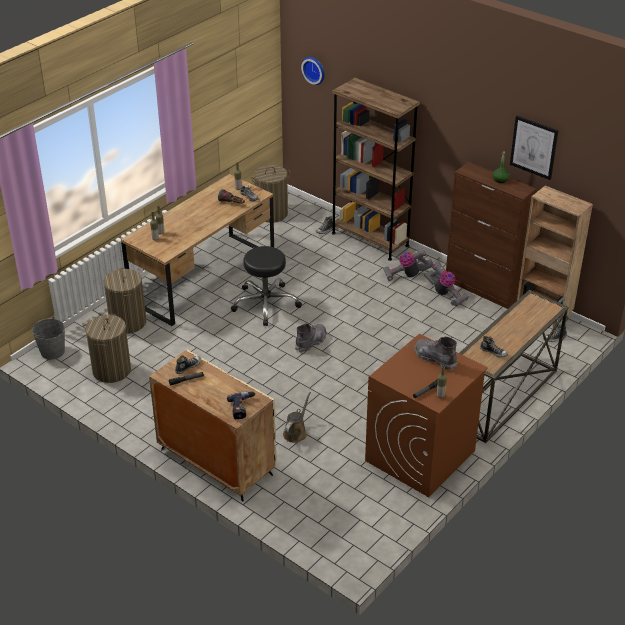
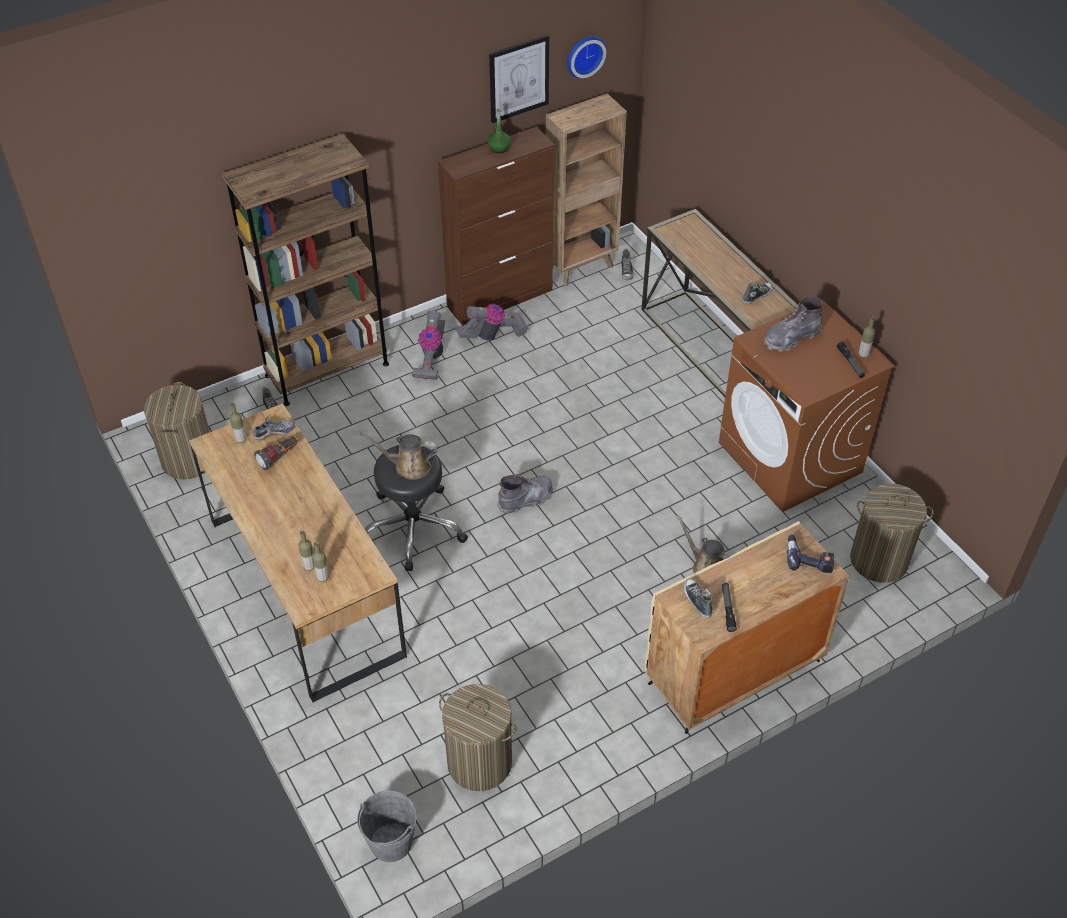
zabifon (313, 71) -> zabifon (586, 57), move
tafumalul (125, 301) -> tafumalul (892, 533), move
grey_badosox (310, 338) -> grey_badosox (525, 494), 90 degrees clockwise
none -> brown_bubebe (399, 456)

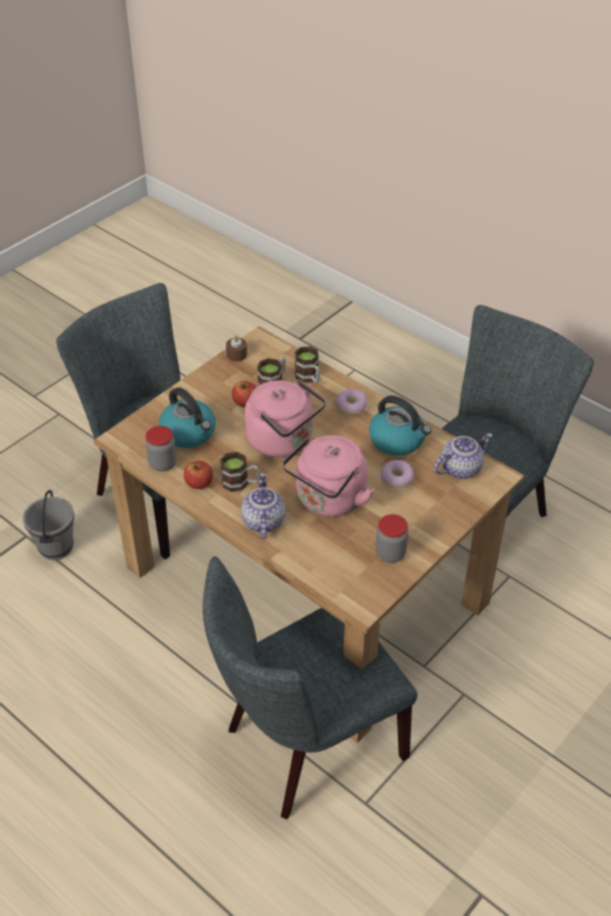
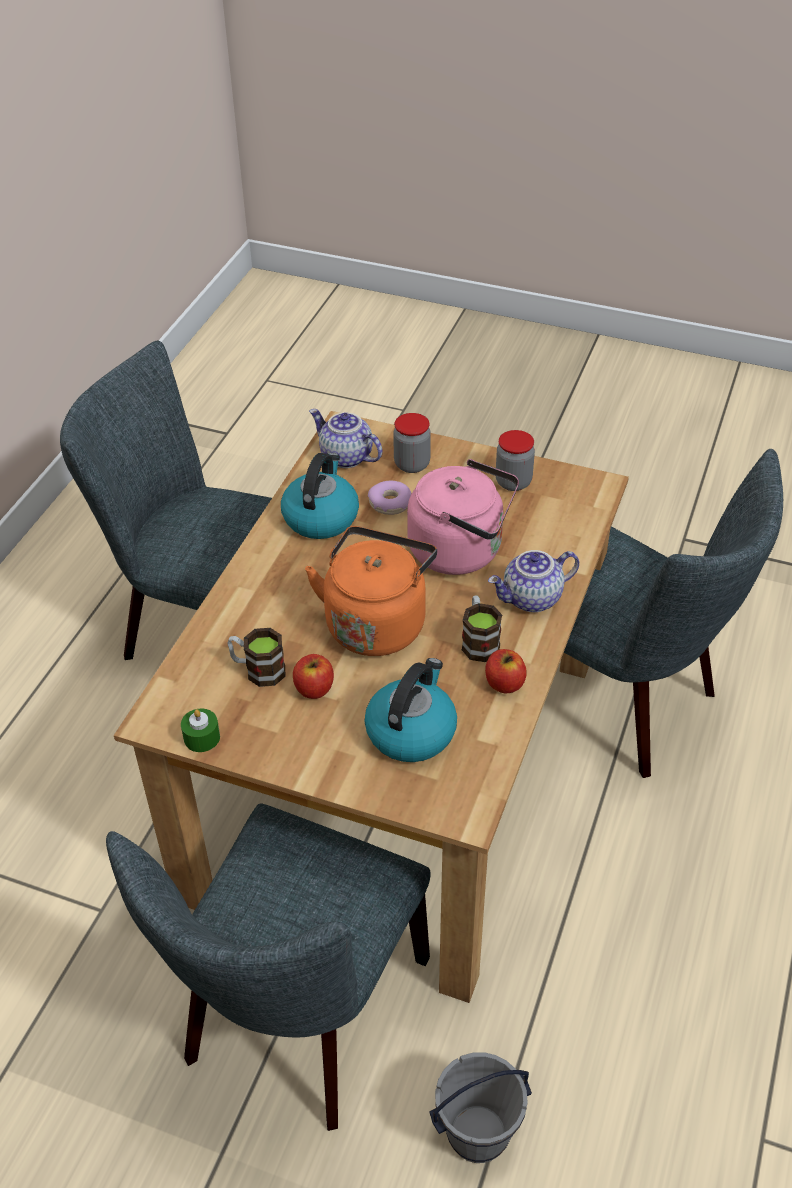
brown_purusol (236, 348) -> green_purusol (200, 730)
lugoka (307, 364) -> none
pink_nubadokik (285, 418) -> orange_nubadokik (371, 591)
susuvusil (351, 402) -> none
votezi (161, 448) -> votezi (412, 443), move

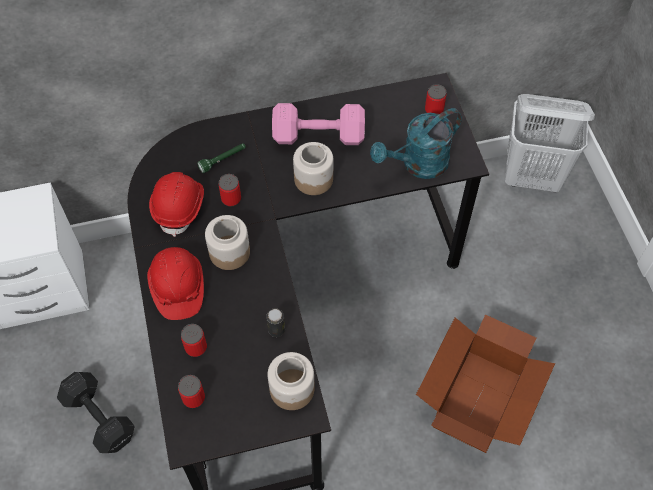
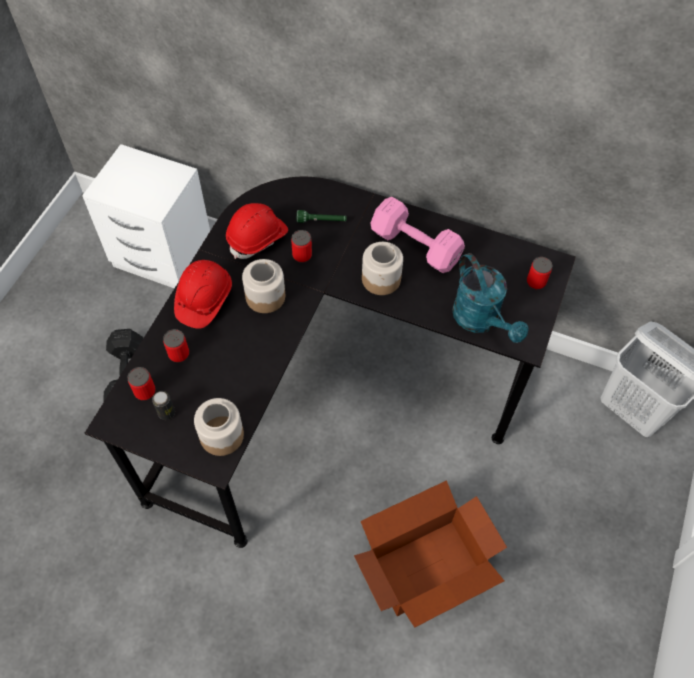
turquoise_bubebe (416, 143) -> turquoise_bubebe (490, 298), 120 degrees counterclockwise
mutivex (275, 322) -> mutivex (163, 405), move

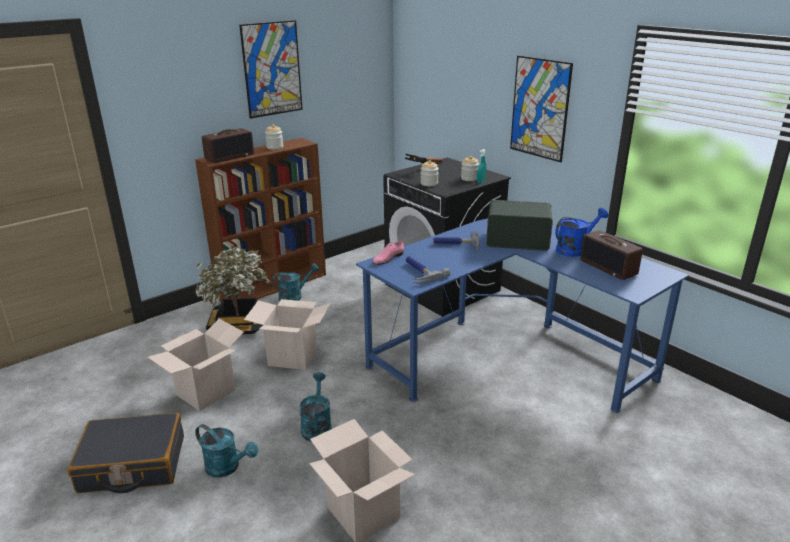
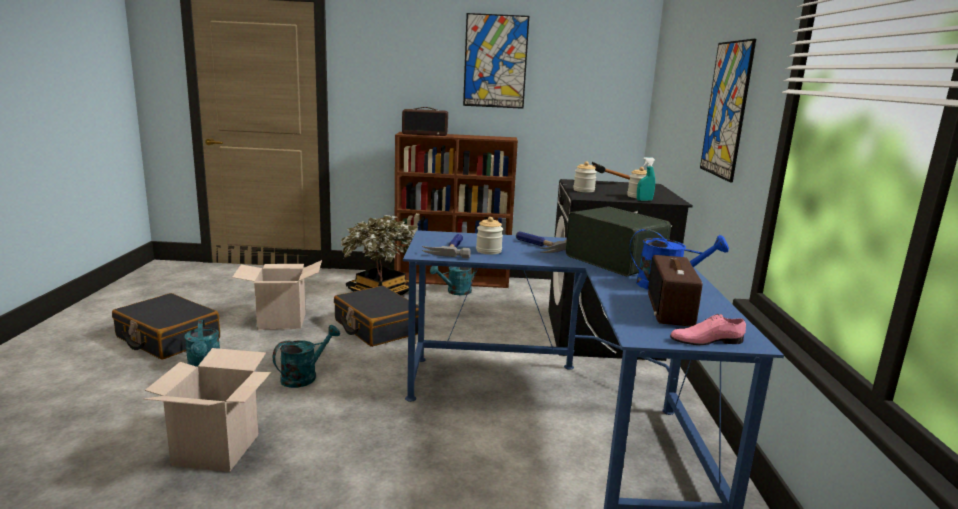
votezi (274, 137) -> votezi (489, 236), move
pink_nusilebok (388, 253) -> pink_nusilebok (708, 329), move
turquoise_bubebe (295, 282) -> turquoise_bubebe (453, 280), 135 degrees clockwise
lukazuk (287, 334) -> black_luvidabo (376, 316)

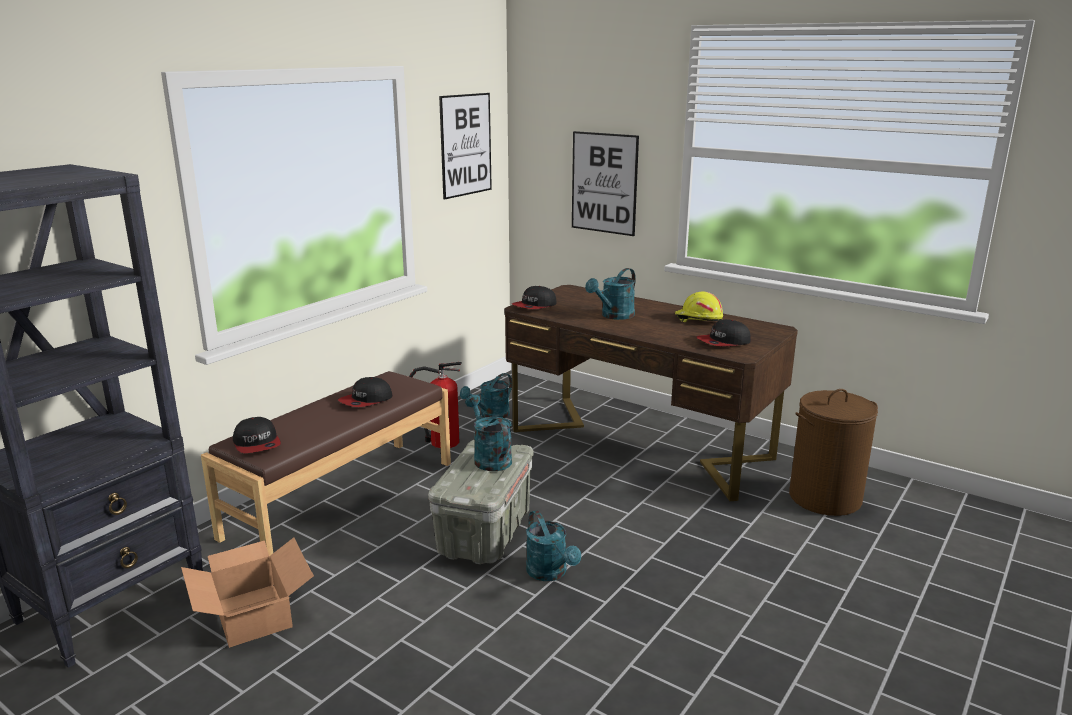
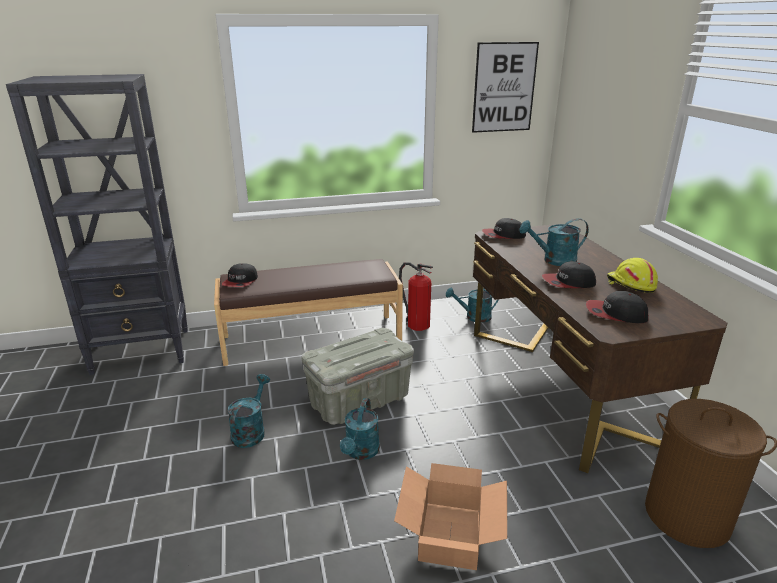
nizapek (605, 183) -> none
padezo (365, 392) -> padezo (569, 274), move
turquoise_bubebe (488, 433) -> turquoise_bubebe (249, 411), move
lukazuk (247, 593) -> lukazuk (450, 516), move

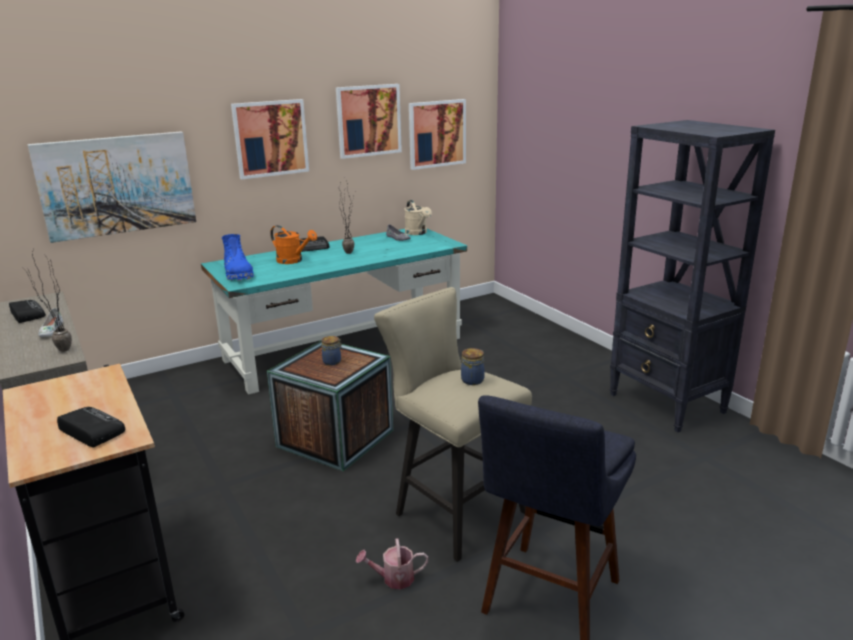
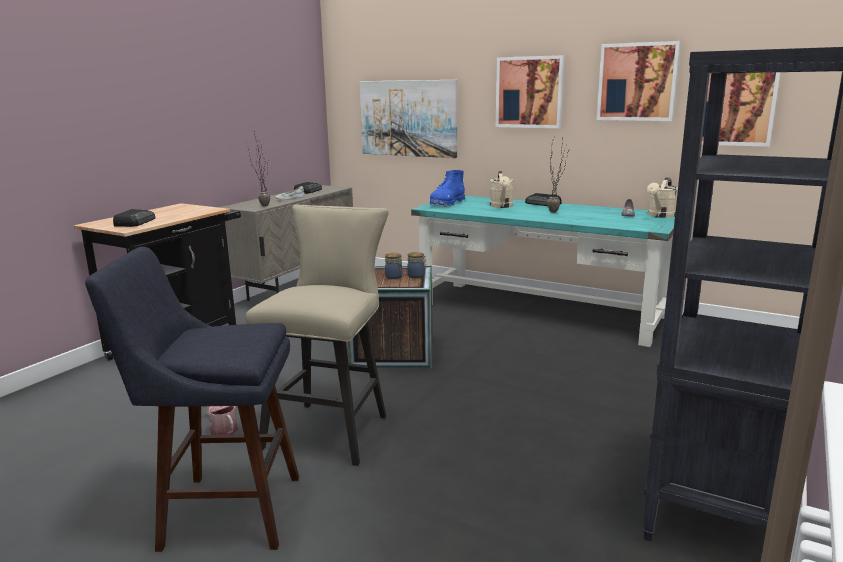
orange_bubebe (293, 244) -> beige_bubebe (501, 189)
votezi (473, 366) -> votezi (417, 265), move

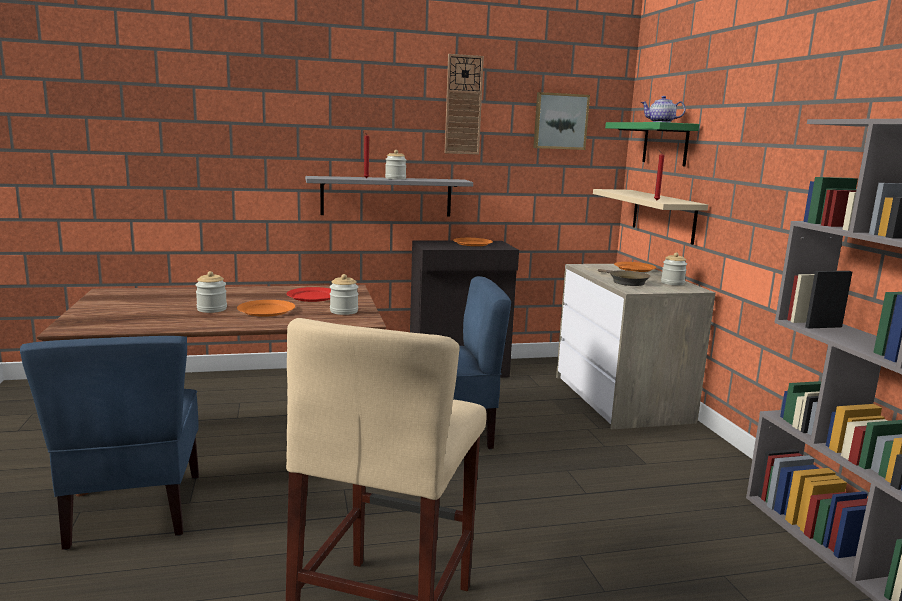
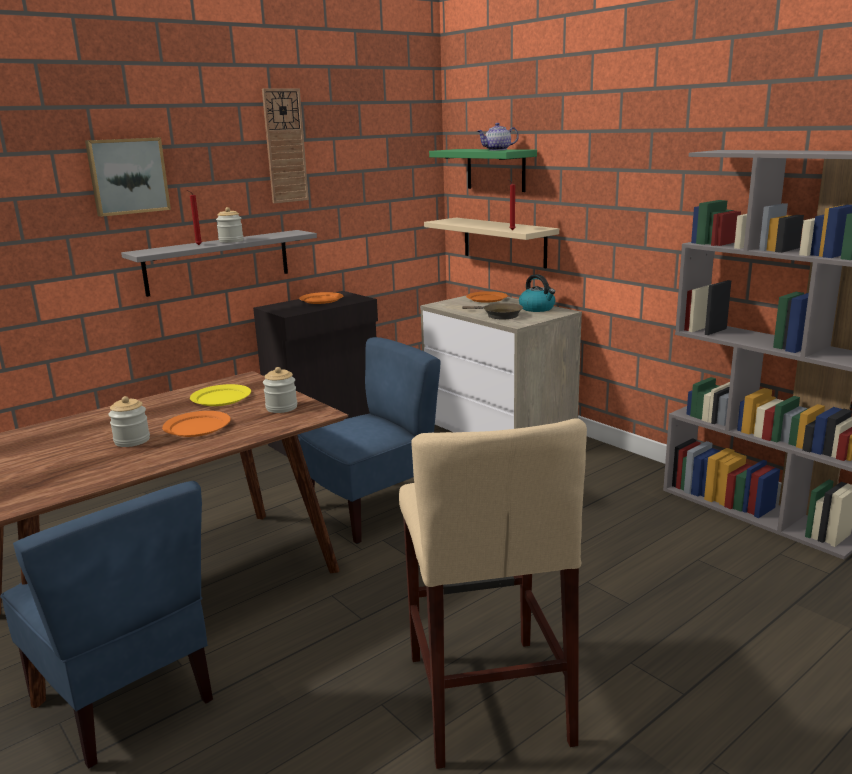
nizapek (561, 121) -> nizapek (128, 177), move
votezi (674, 269) -> nubadokik (537, 293)
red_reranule (309, 294) -> yellow_reranule (220, 395)

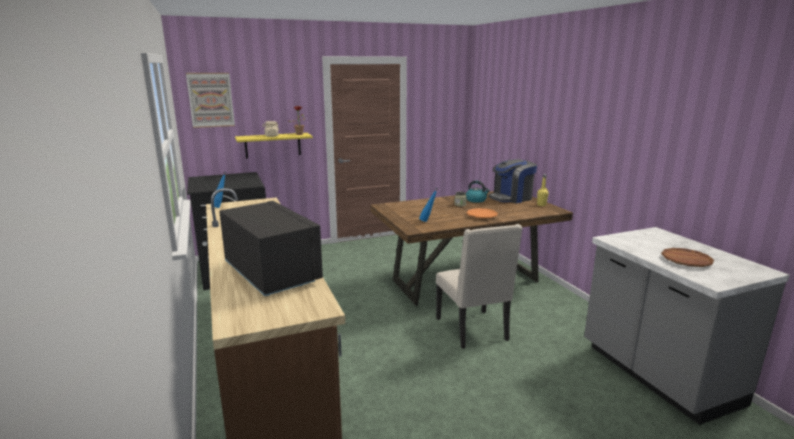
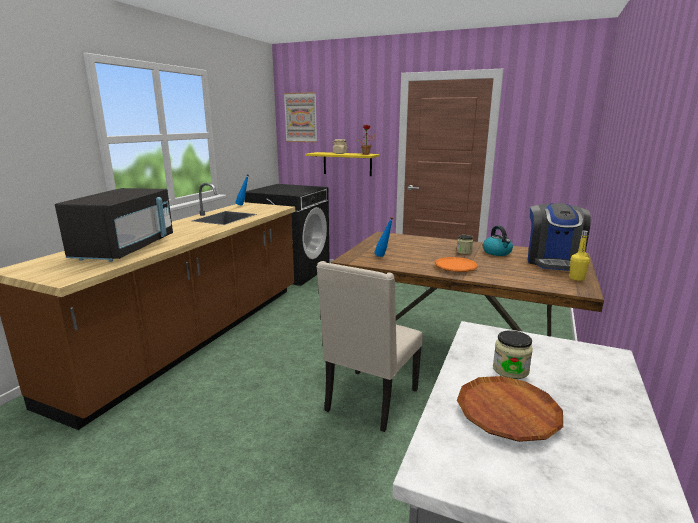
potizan (512, 181) -> potizan (559, 237), 90 degrees counterclockwise
none -> votezi (513, 354)

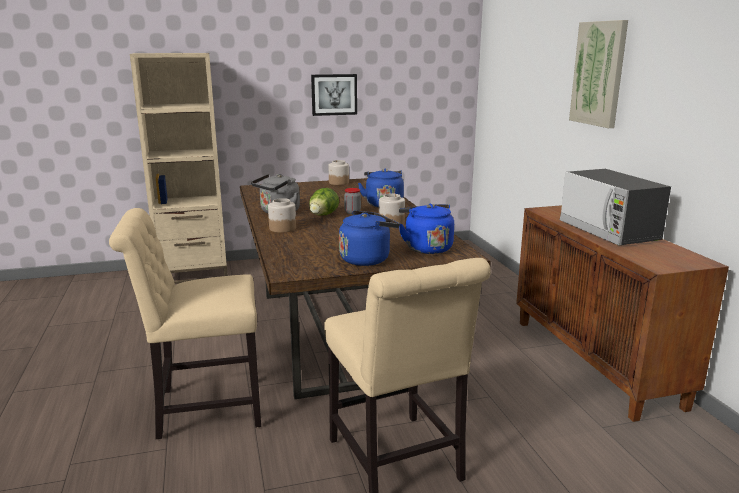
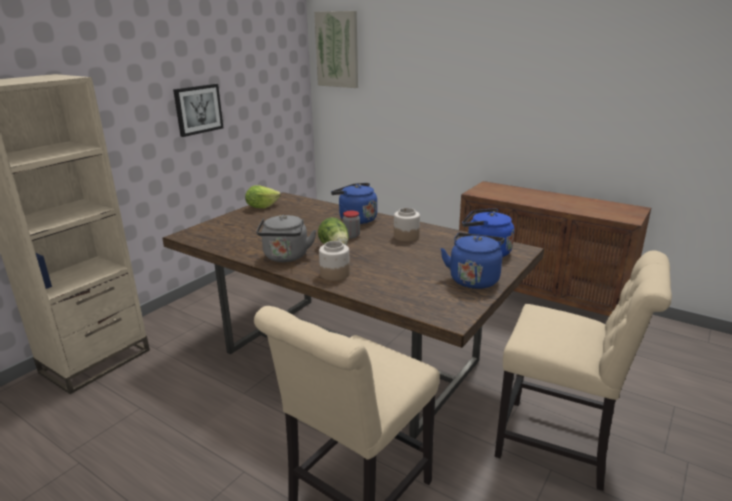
nizapek (598, 74) -> nizapek (336, 49), move
votezi (339, 172) -> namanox (263, 196)
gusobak (615, 207) -> none

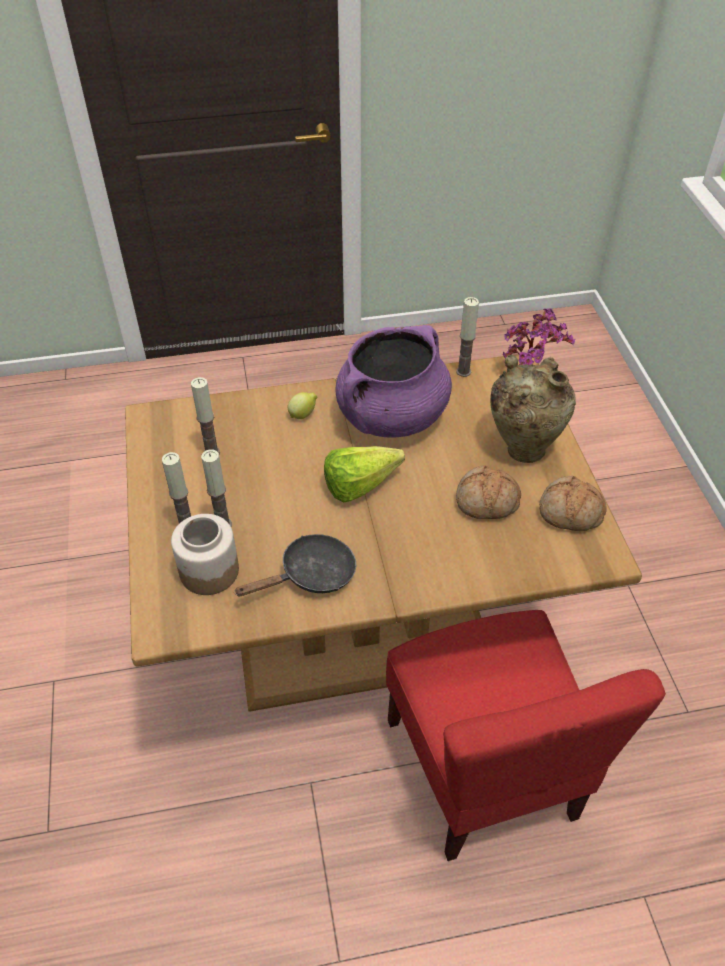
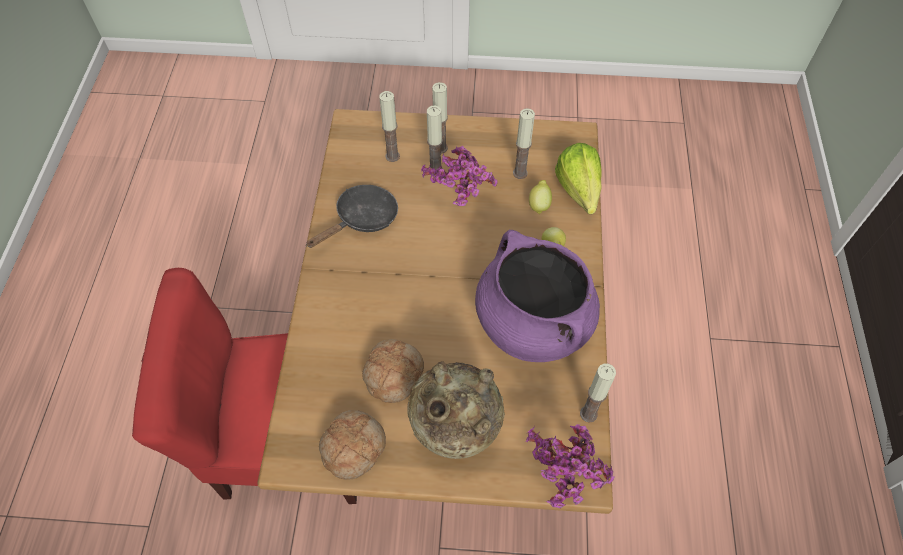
namanox (364, 474) -> namanox (578, 178), move
votezi (205, 554) -> purusol (389, 126)
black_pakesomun (295, 565) -> black_pakesomun (352, 216), 120 degrees counterclockwise
none -> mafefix (459, 176)
none -> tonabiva (540, 197)

